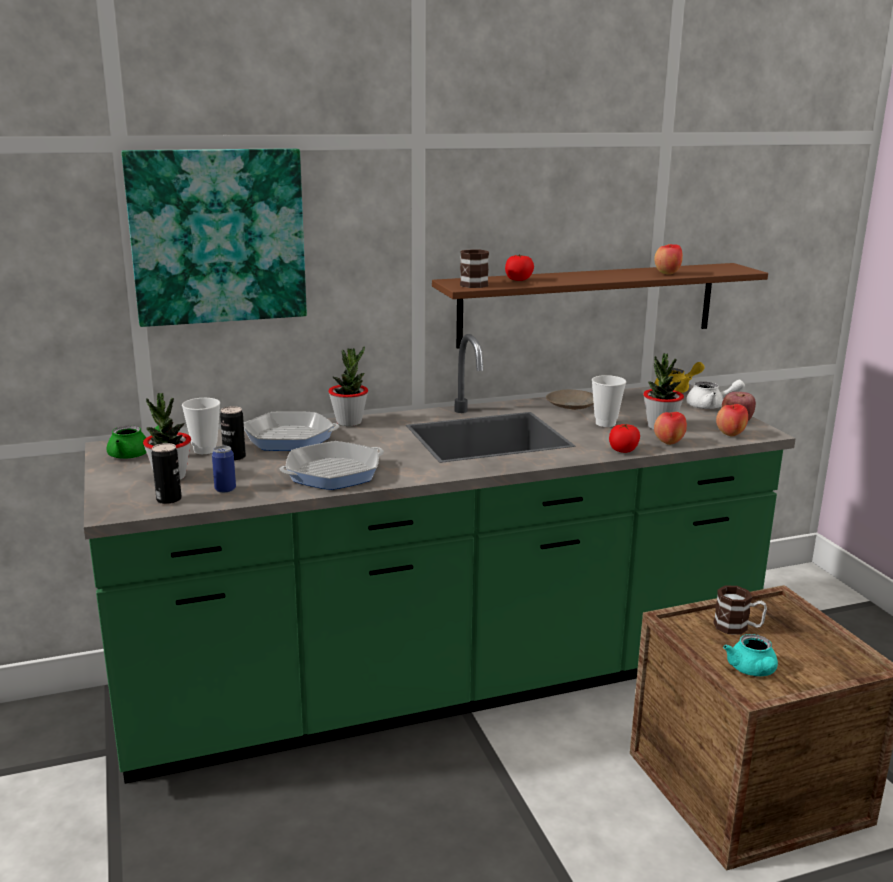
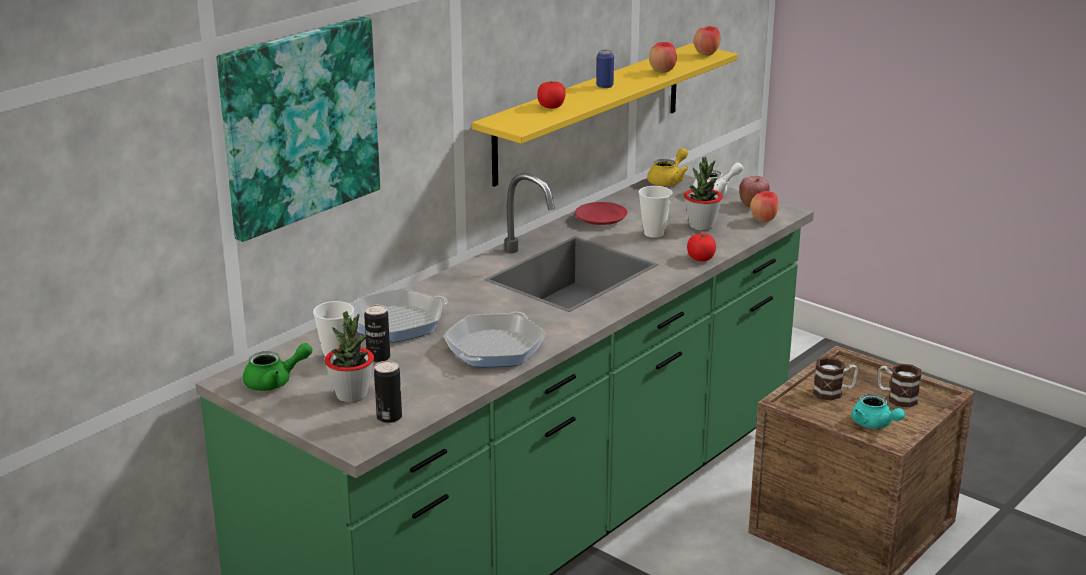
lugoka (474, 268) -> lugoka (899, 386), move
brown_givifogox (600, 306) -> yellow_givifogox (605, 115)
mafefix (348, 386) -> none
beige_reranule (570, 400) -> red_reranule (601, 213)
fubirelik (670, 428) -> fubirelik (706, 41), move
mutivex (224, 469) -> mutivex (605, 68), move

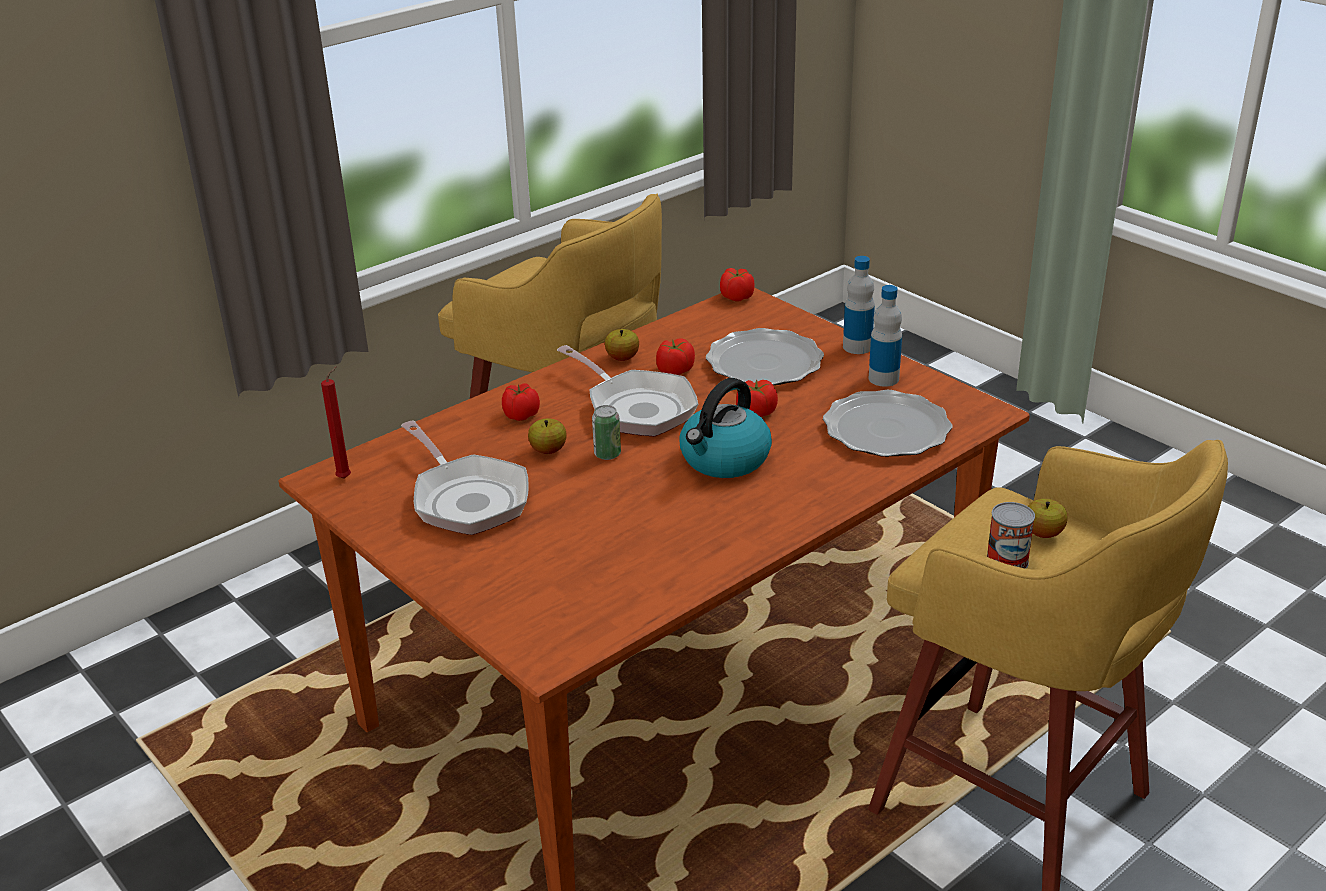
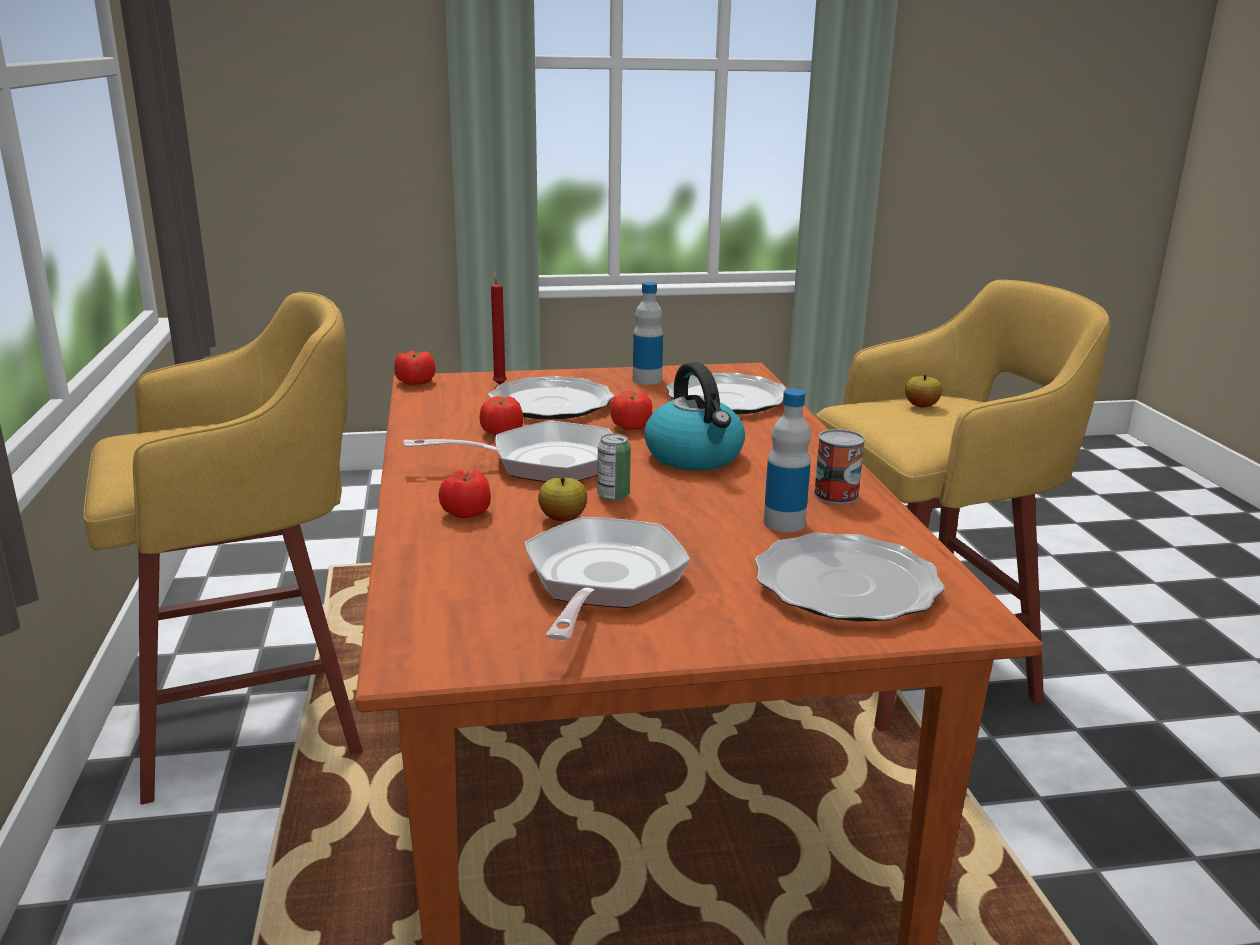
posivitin (859, 305) -> posivitin (787, 460), move
fubirelik (622, 345) -> none
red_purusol (336, 422) -> red_purusol (499, 328), move
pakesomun (465, 478) -> pakesomun (607, 578), 75 degrees counterclockwise
mutivex (1011, 535) -> mutivex (839, 466), move
none -> reranule (850, 576)

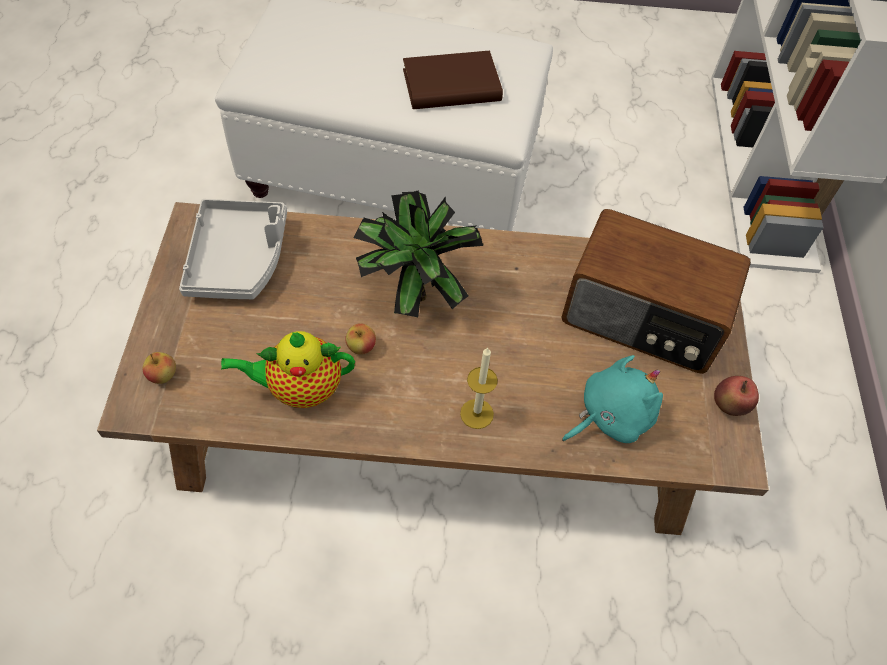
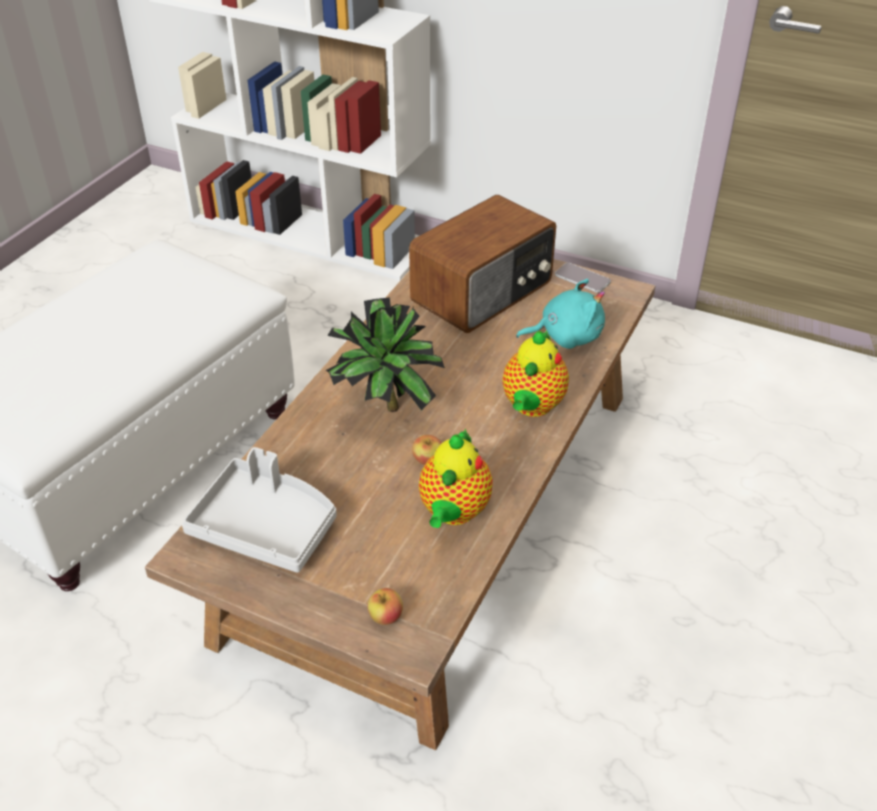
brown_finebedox (453, 80) -> none
purusol (479, 388) -> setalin (535, 374)
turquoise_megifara (612, 399) -> turquoise_megifara (560, 314), 90 degrees clockwise
fubirelik (736, 396) -> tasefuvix (583, 278)

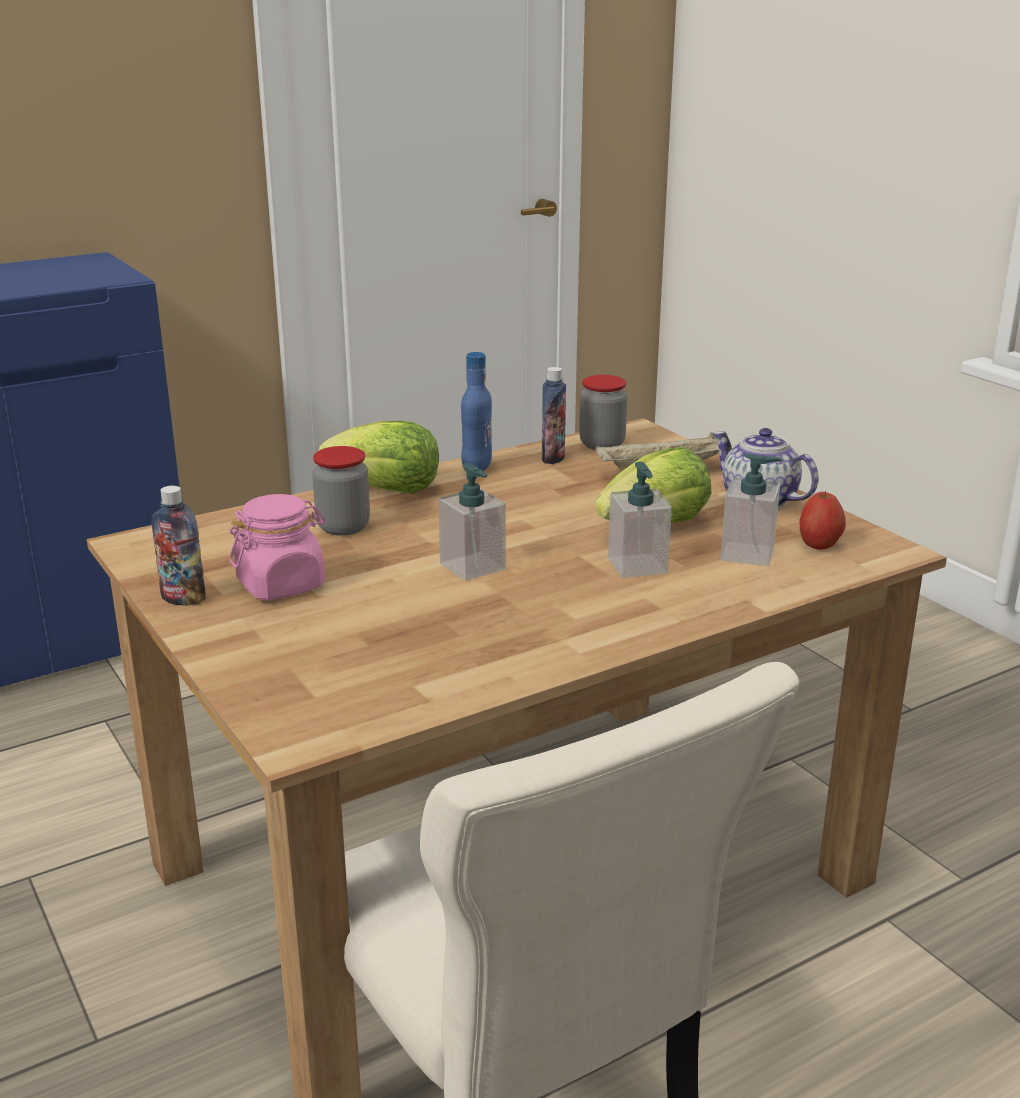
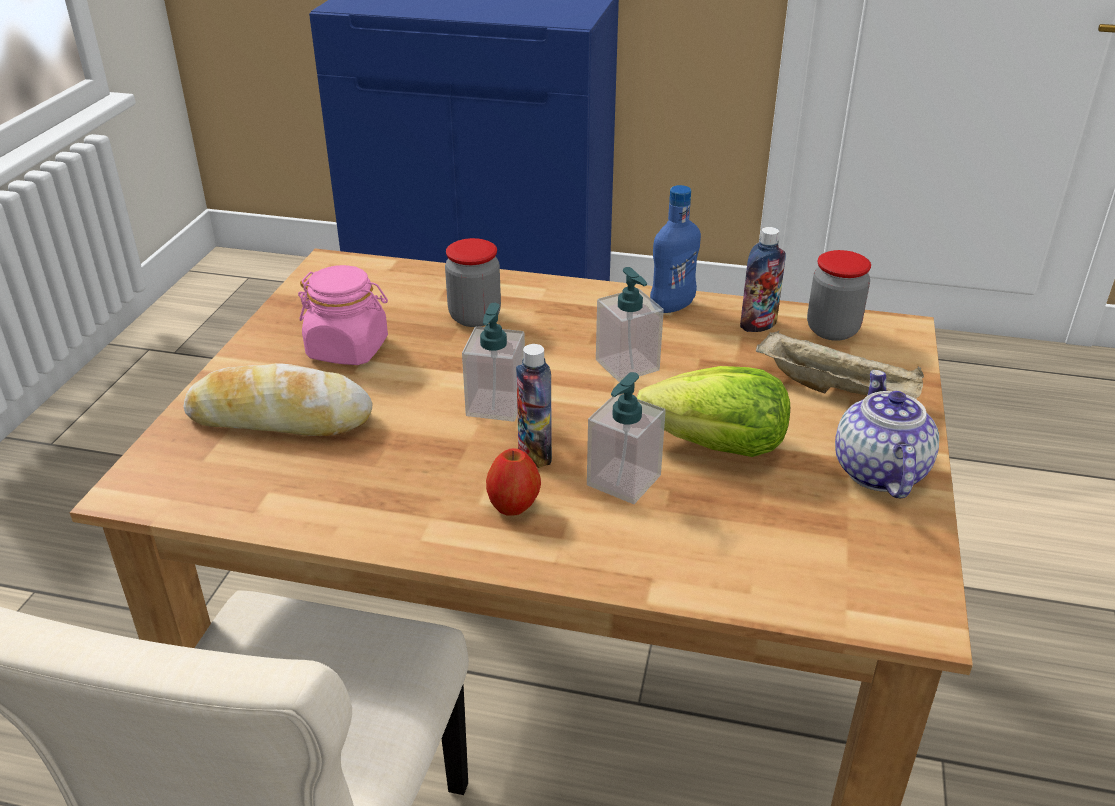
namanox (379, 457) -> none
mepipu (751, 509) -> mepipu (630, 324), move
posivitin (178, 546) -> posivitin (534, 406), move
fubirelik (823, 520) -> fubirelik (513, 482), move
none -> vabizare (278, 399)

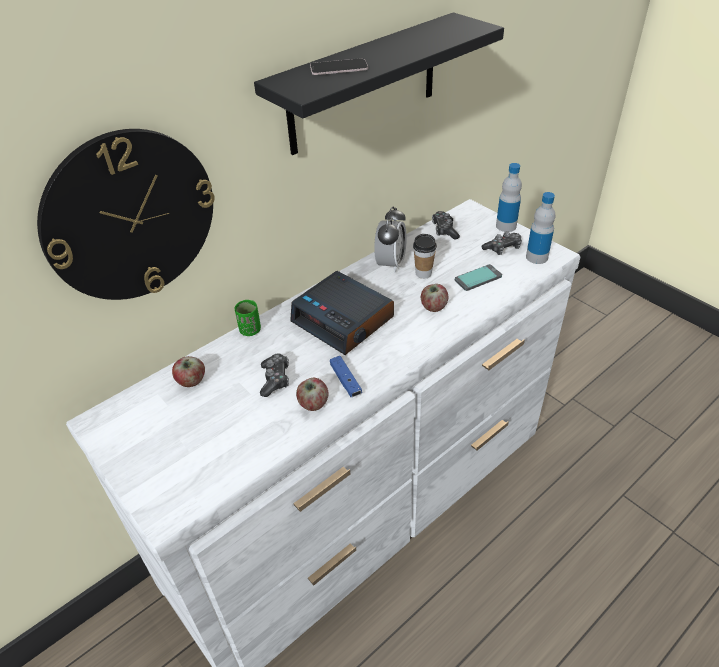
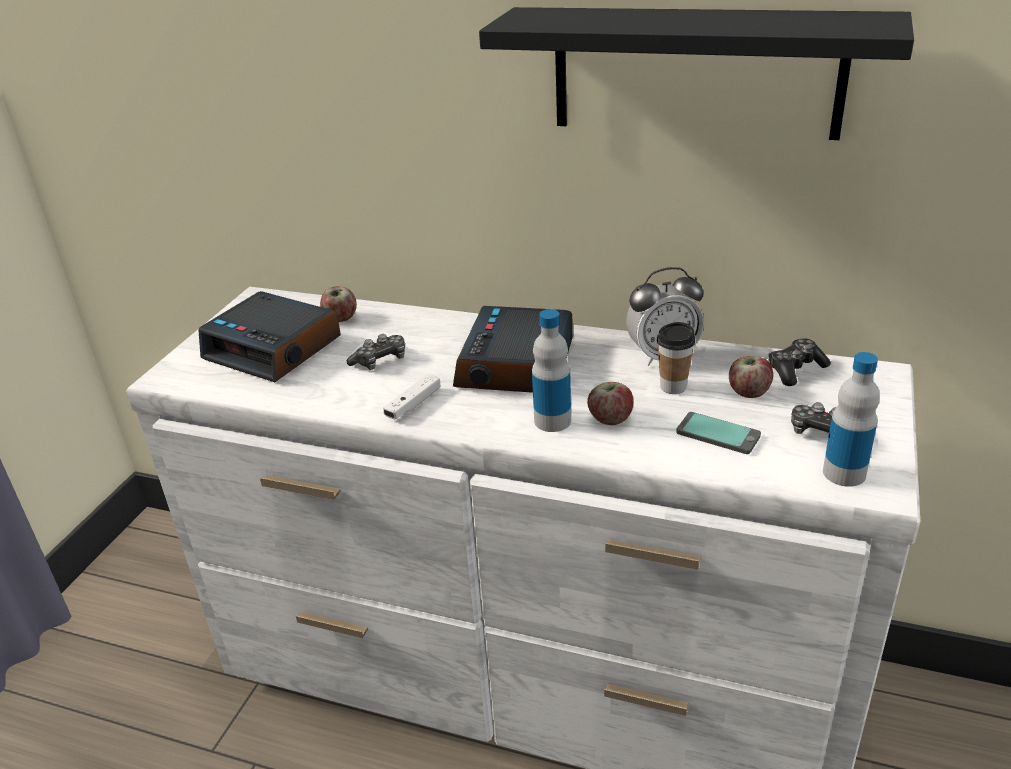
tasefuvix (339, 66) -> none
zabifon (126, 214) -> none
posivitin (509, 197) -> posivitin (551, 370), move
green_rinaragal (247, 318) -> none
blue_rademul (346, 376) -> white_rademul (411, 396)
fubirelik (312, 394) -> fubirelik (751, 377), move
none -> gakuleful (269, 336)

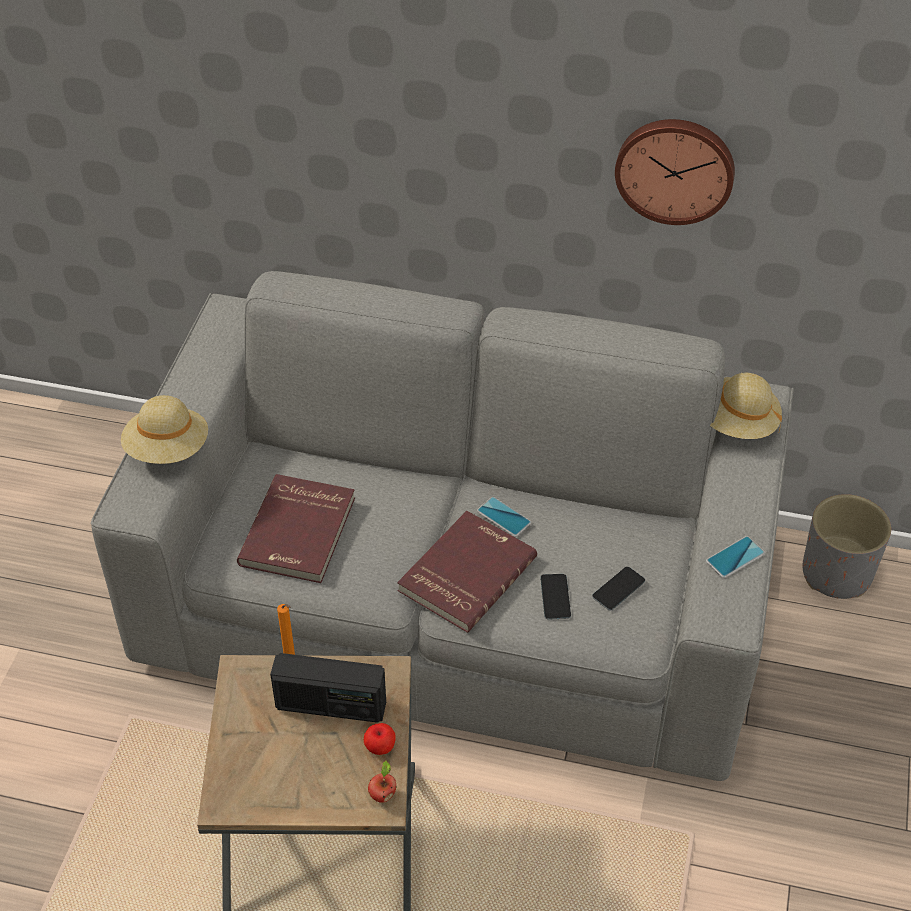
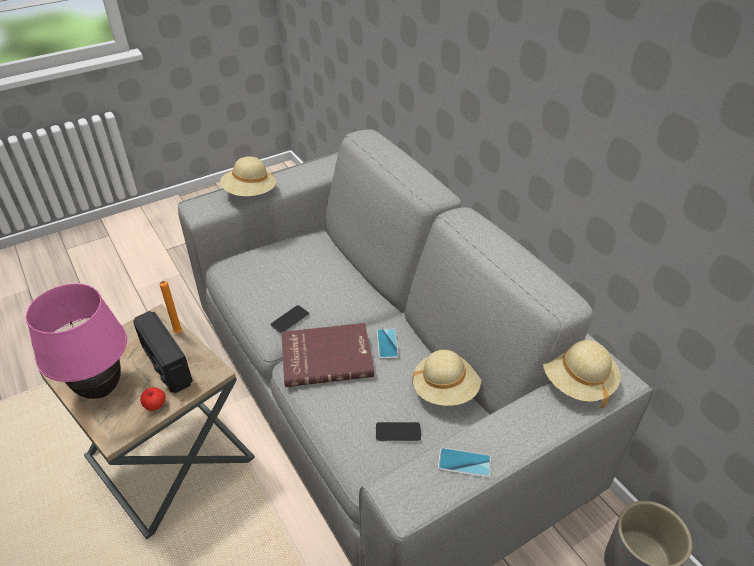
zabifon (675, 172) -> none
red_finebedox (296, 528) -> none
tasefuvix (555, 596) -> tasefuvix (290, 319), move
fubirelik (382, 781) -> none
none -> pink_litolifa (76, 341)
none -> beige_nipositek (446, 378)

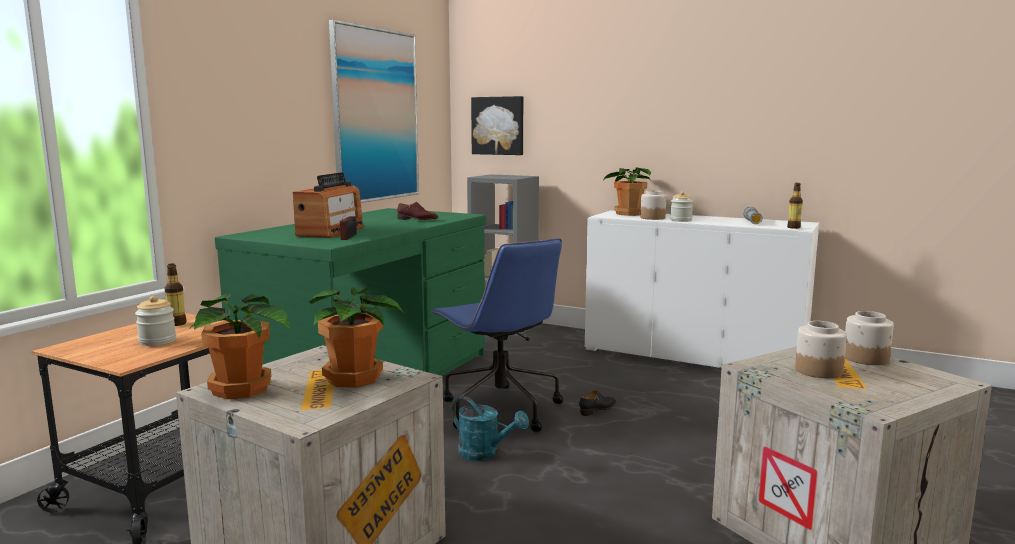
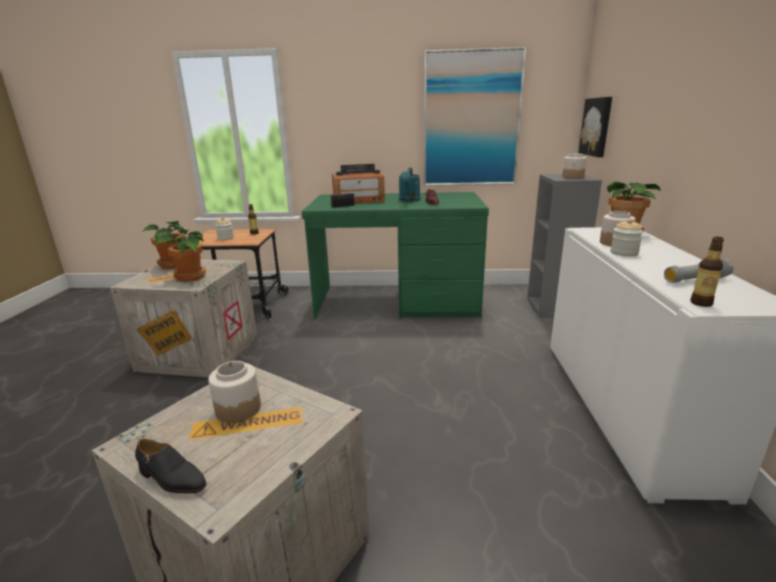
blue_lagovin (497, 335) -> none
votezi (869, 338) -> votezi (574, 166), move
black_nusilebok (597, 403) -> black_nusilebok (170, 465), move
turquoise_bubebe (490, 428) -> turquoise_bubebe (409, 185), move

